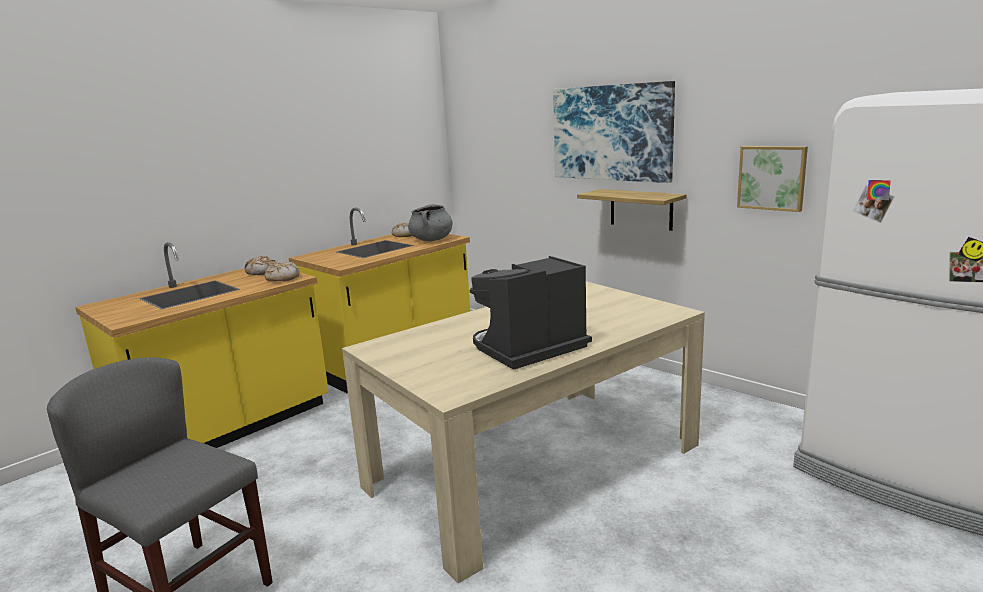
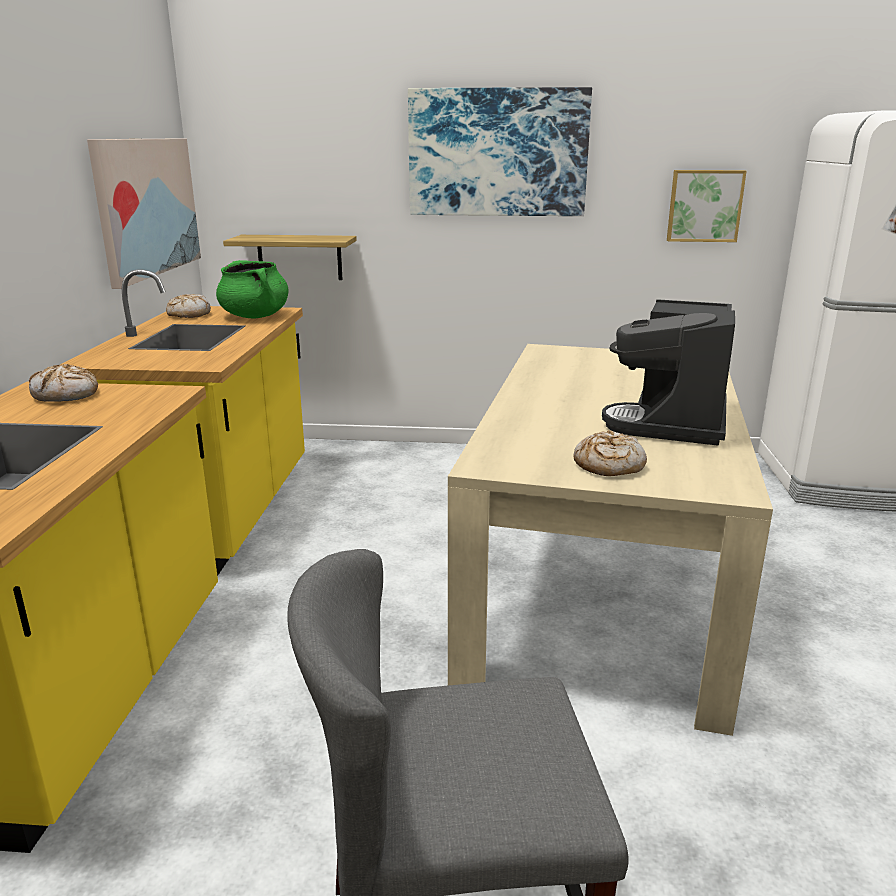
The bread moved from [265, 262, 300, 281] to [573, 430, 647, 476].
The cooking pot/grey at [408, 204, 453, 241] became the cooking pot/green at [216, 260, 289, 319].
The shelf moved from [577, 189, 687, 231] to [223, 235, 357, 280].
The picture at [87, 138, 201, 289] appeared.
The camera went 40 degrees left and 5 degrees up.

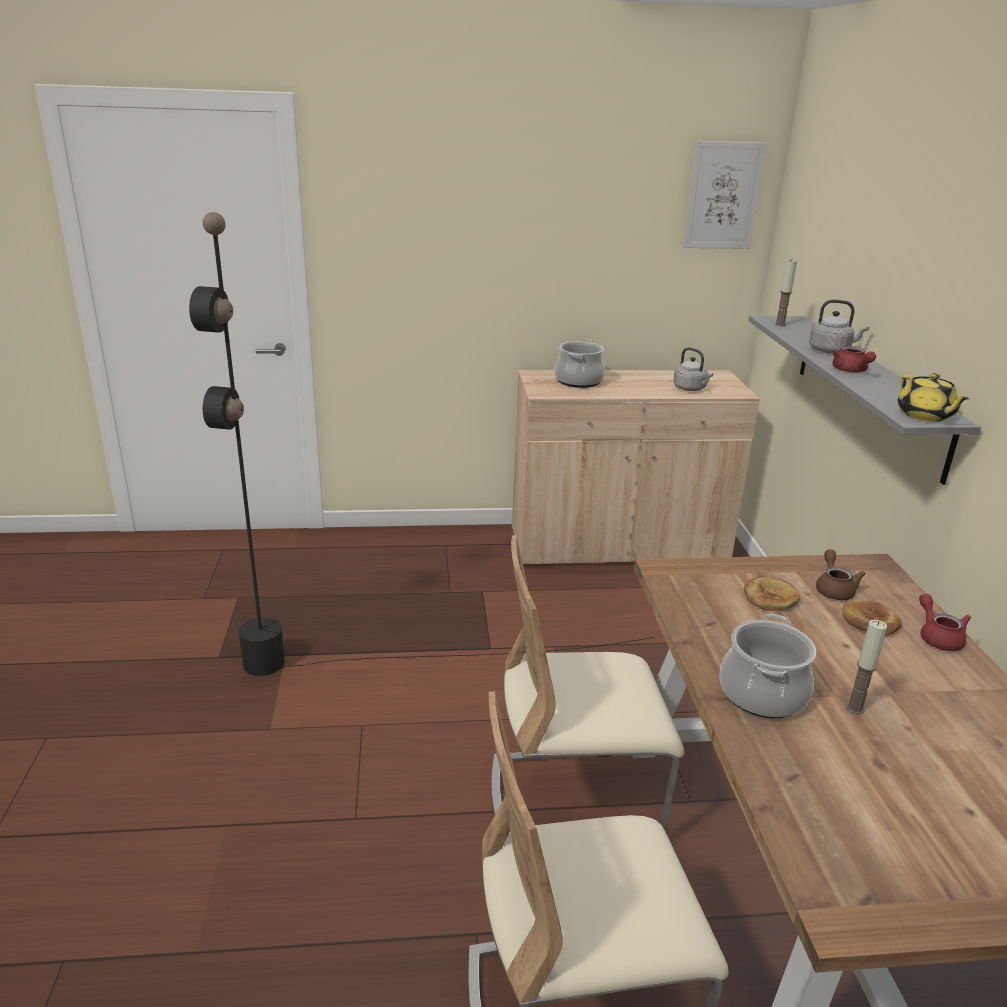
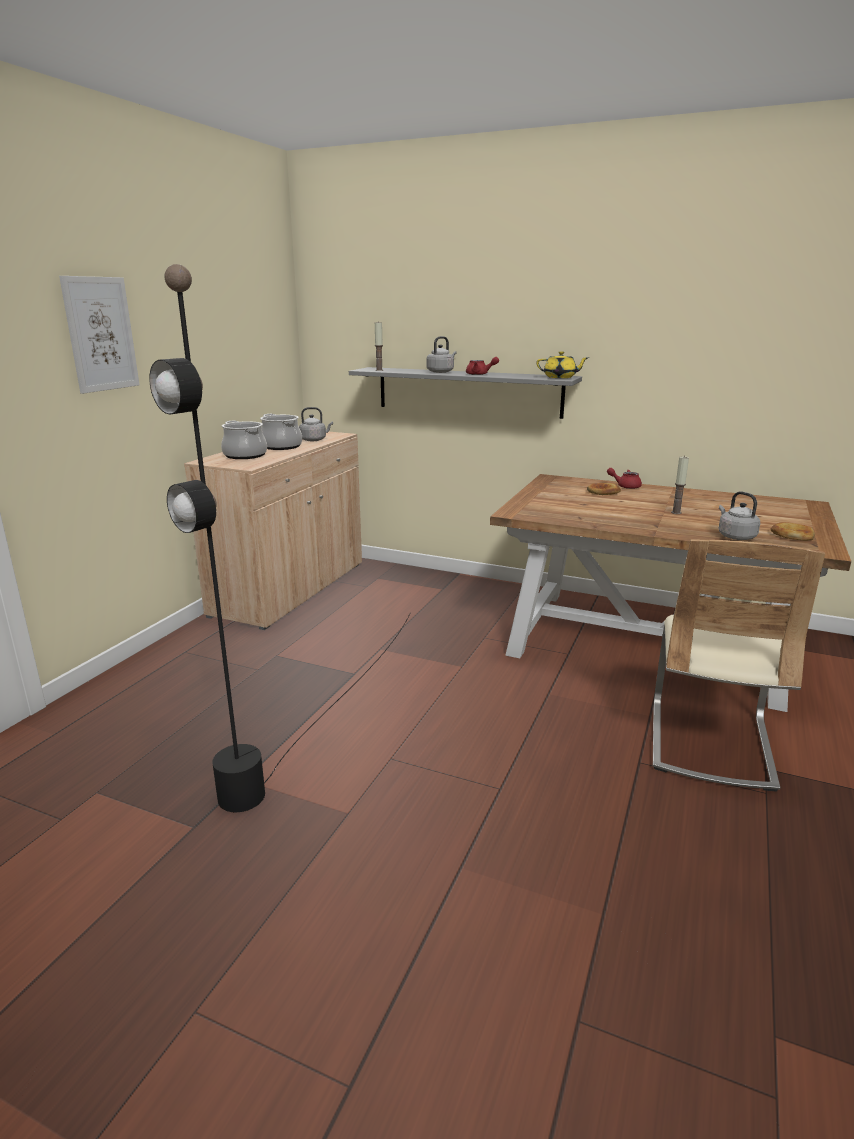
The chair/beige at [491, 535, 684, 831] disappeared.
The picture moved from [683, 141, 767, 249] to [59, 276, 140, 394].
The cooking pot moved from [719, 613, 816, 718] to [260, 414, 302, 450].
The bread moved from [744, 576, 800, 611] to [770, 522, 815, 540].
The teapot/brown at [816, 549, 866, 600] disappeared.
The kettle/grey at [719, 491, 760, 540] appeared.
The camera went 60 degrees left and 5 degrees down.

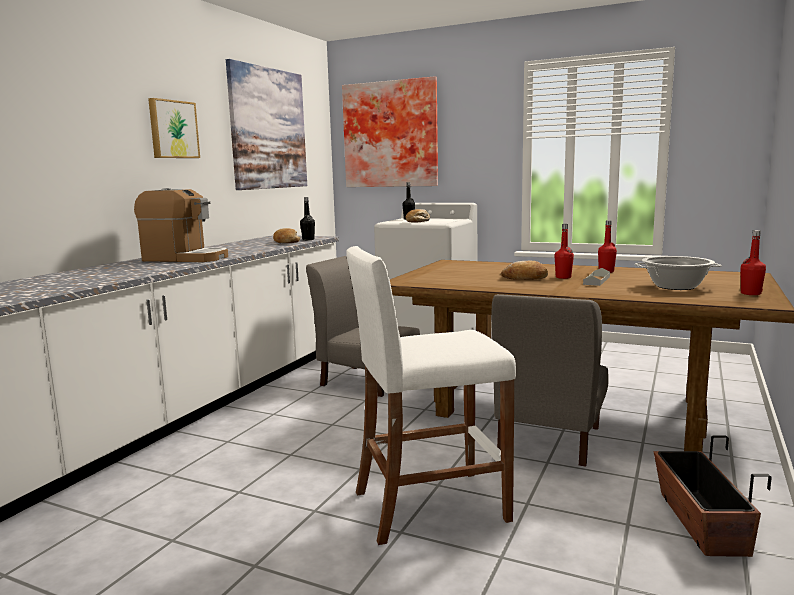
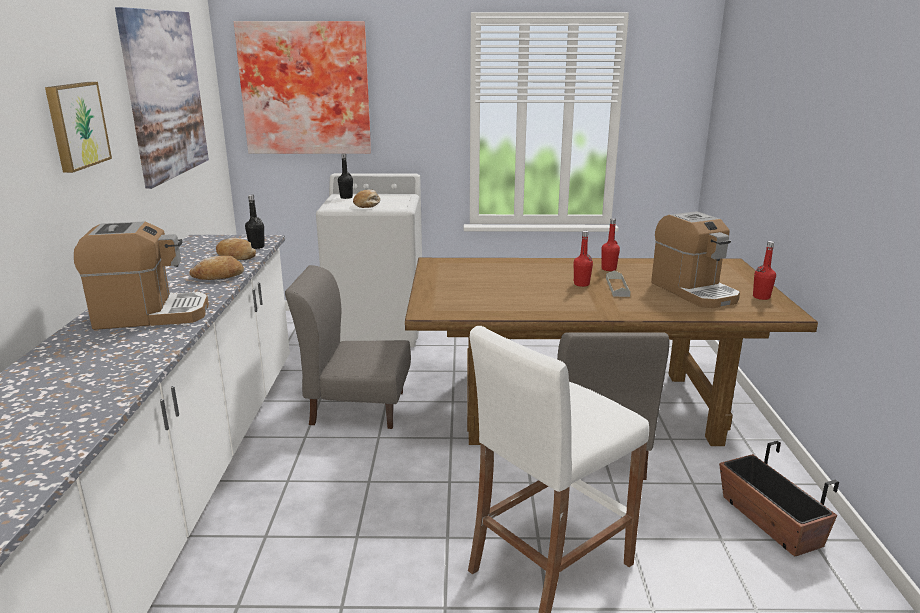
The bread moved from [501, 260, 548, 280] to [189, 255, 244, 280].
The cooking pot at [635, 256, 722, 290] was replaced by the coffee machine at [651, 211, 740, 308].
The camera went 25 degrees left and 10 degrees up.

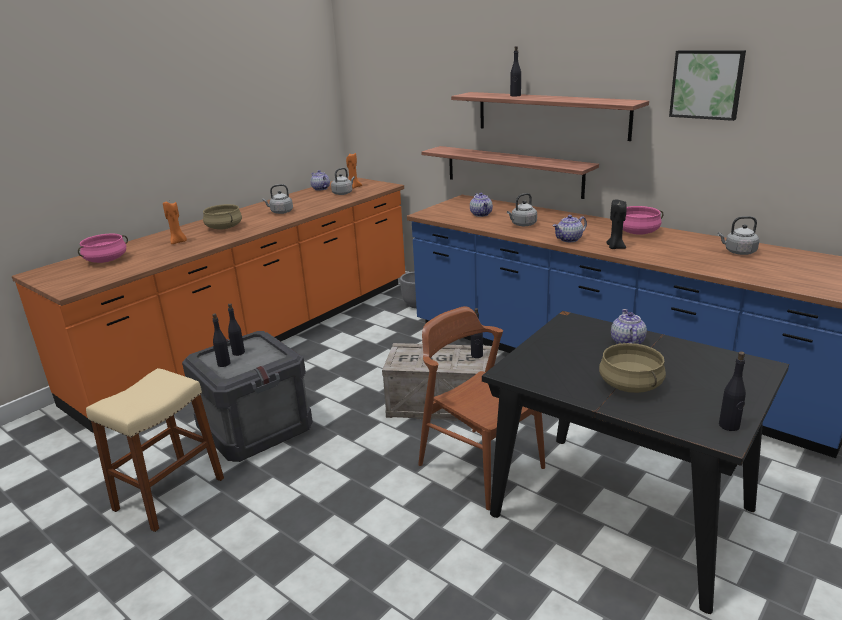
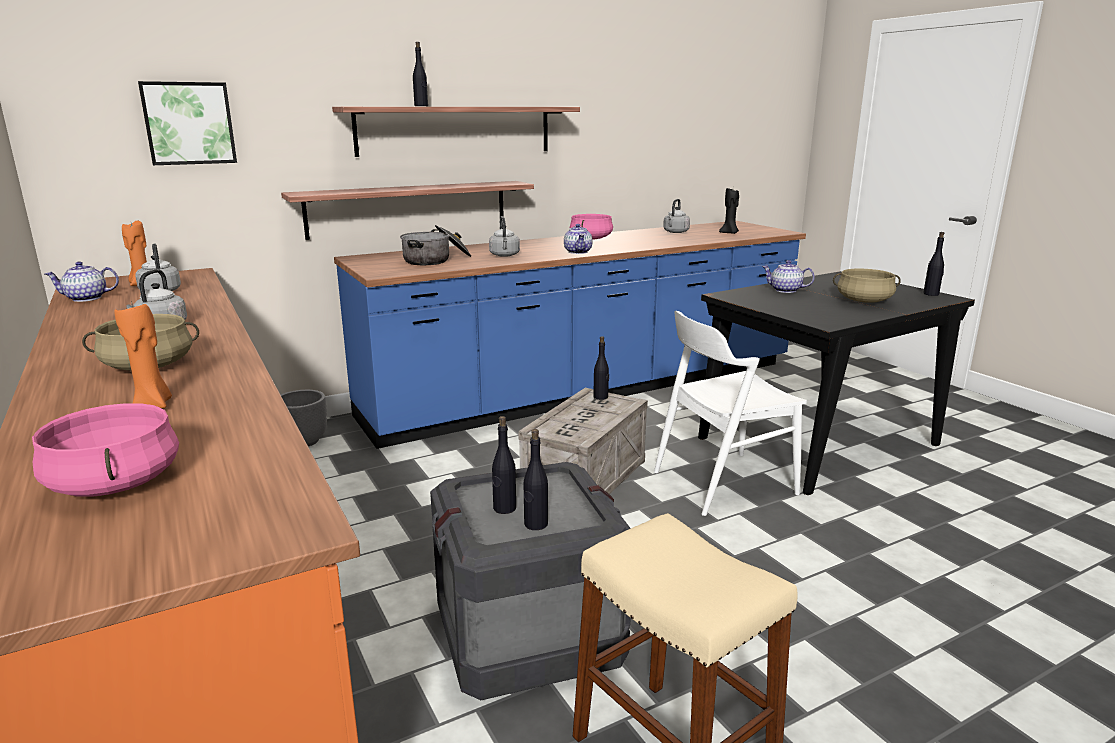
The chair/brown at [418, 306, 545, 510] became the chair/white at [654, 311, 807, 516].
The teapot at [470, 193, 493, 217] was replaced by the cooking pot at [400, 225, 471, 265].
The candle/black moved from [606, 199, 627, 249] to [719, 188, 739, 234].
The picture moved from [669, 50, 746, 121] to [138, 81, 237, 165].
The camera went 70 degrees left and 5 degrees down.

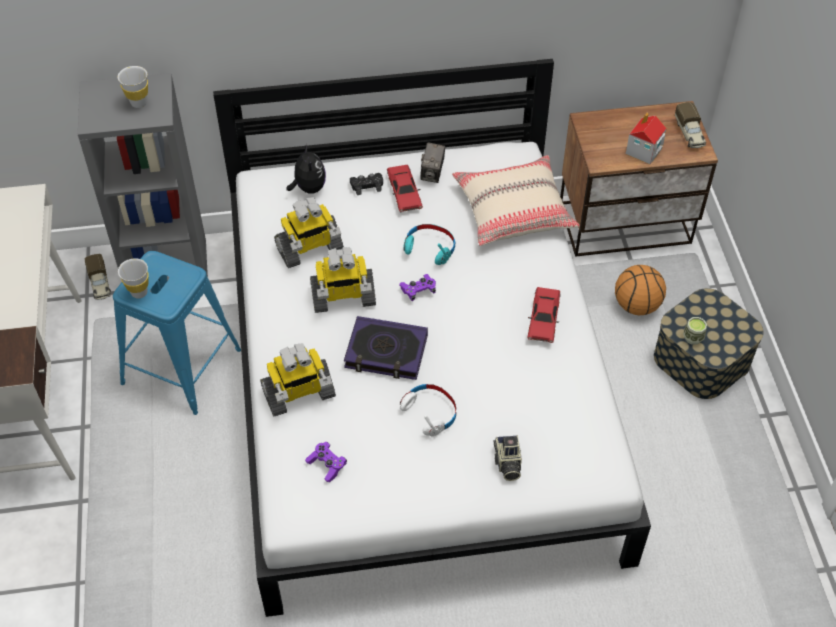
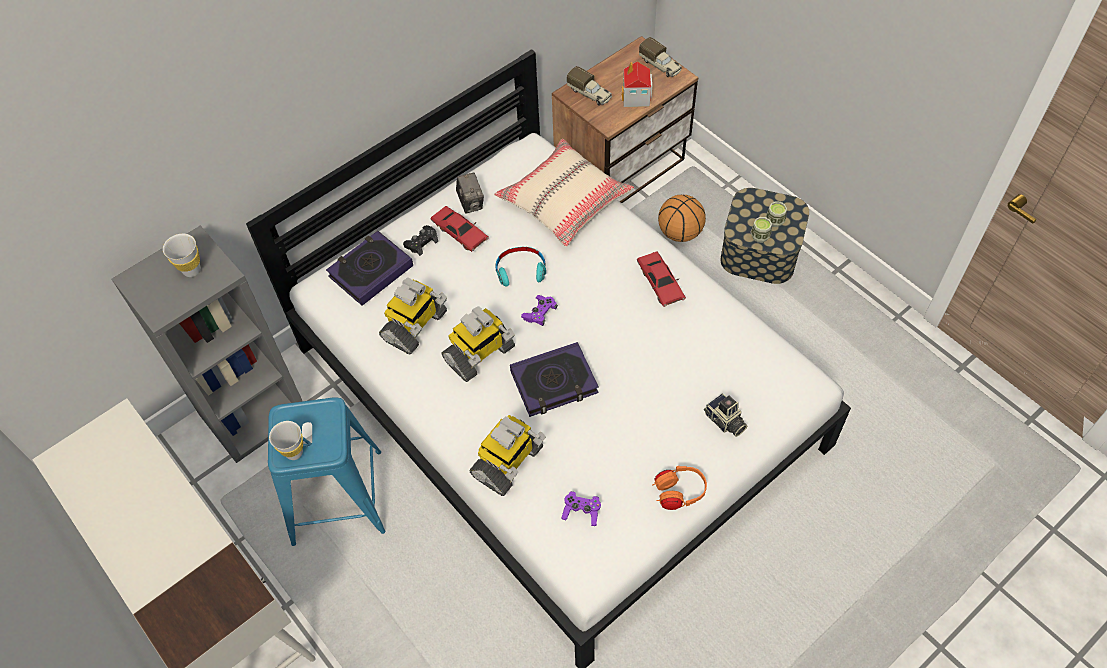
The toy truck moved from [85, 254, 111, 300] to [567, 66, 612, 105].
The plush toy at [286, 144, 326, 194] was replaced by the book at [326, 231, 413, 306].
The headphones/white at [400, 384, 457, 436] disappeared.
The headphones/orange at [652, 466, 707, 510] appeared.
The cup at [765, 201, 787, 227] appeared.
The camera went 30 degrees left and 5 degrees up.

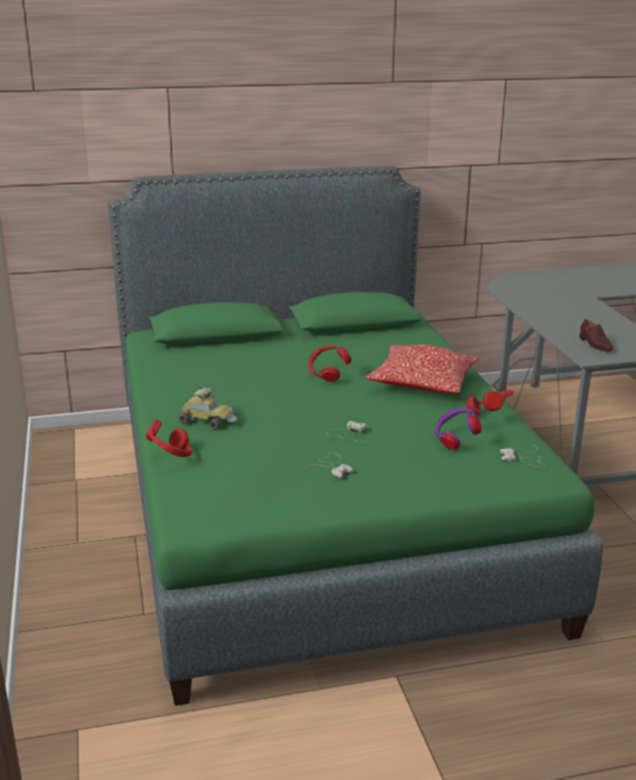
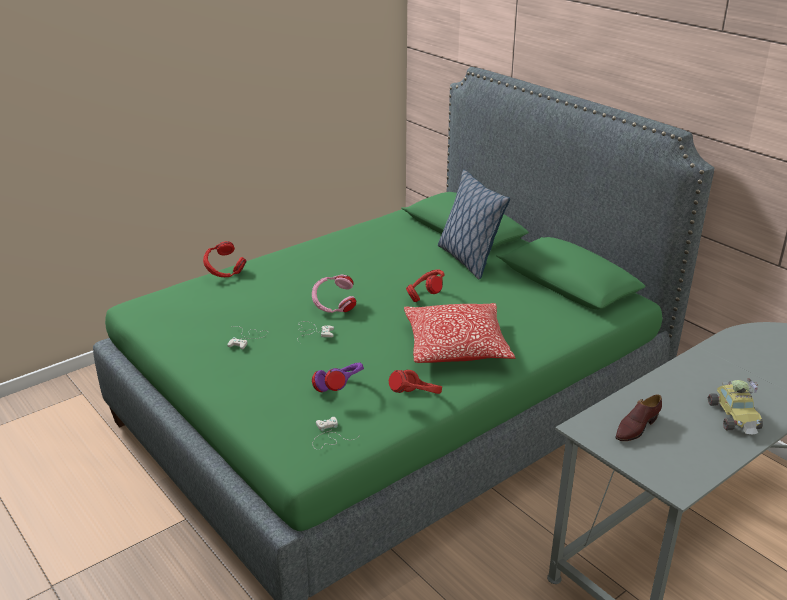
The toy car moved from [179, 387, 237, 430] to [708, 378, 763, 434].
The headphones/pink at [312, 275, 356, 313] appeared.
The pillow at [438, 170, 510, 279] appeared.
The camera went 65 degrees right and 5 degrees up.

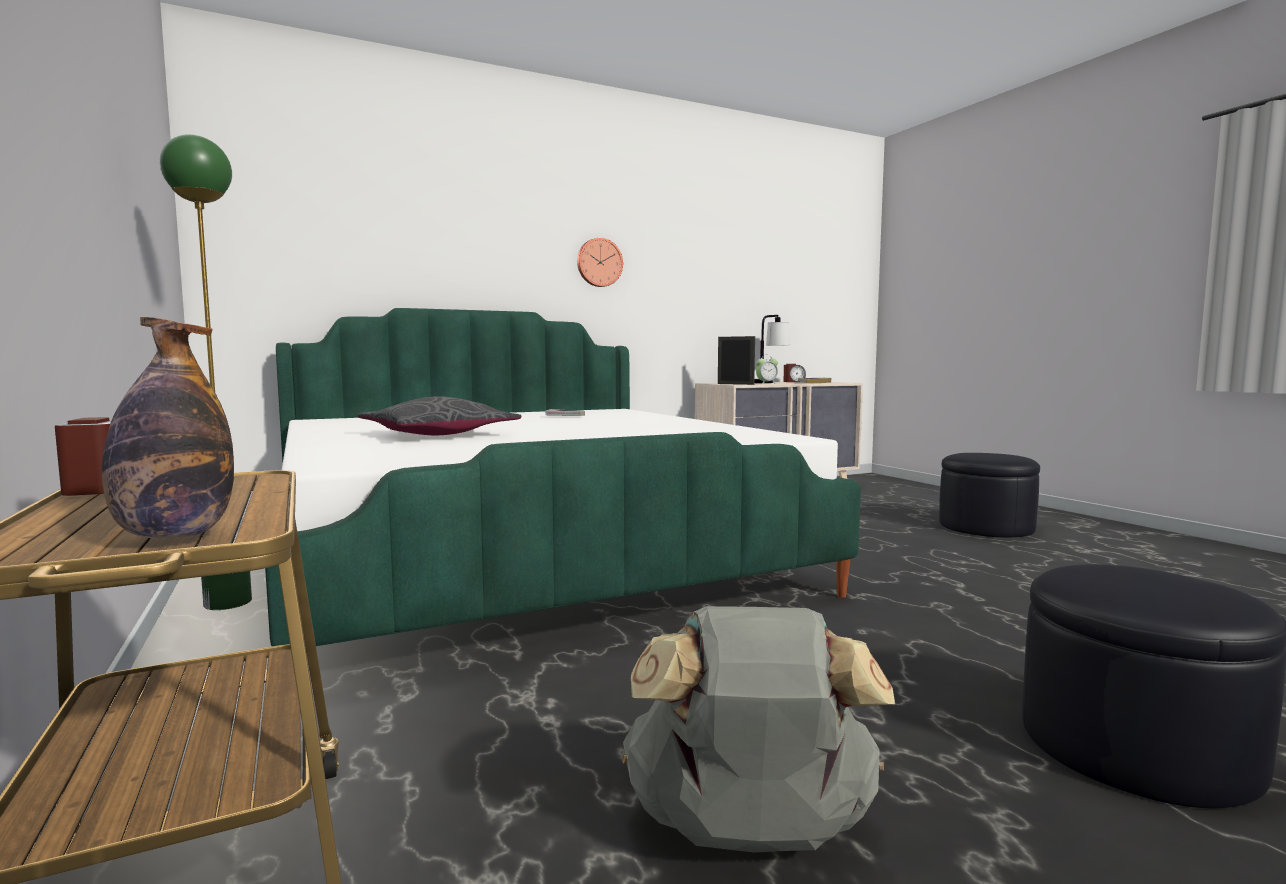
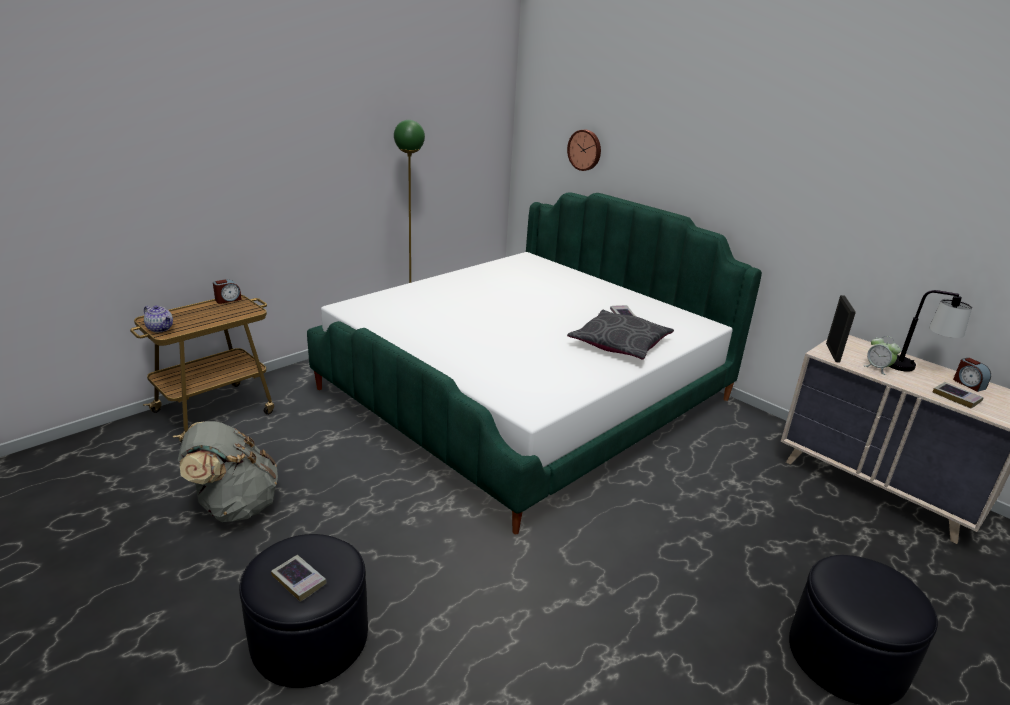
The bottle at [102, 317, 234, 539] was replaced by the teapot at [144, 305, 173, 333].
The pillow/grey moved from [357, 396, 521, 435] to [567, 310, 674, 360].
The wall clock moved from [577, 238, 623, 287] to [567, 130, 601, 171].
The book at [271, 555, 327, 602] appeared.
The camera went 70 degrees right and 20 degrees up.

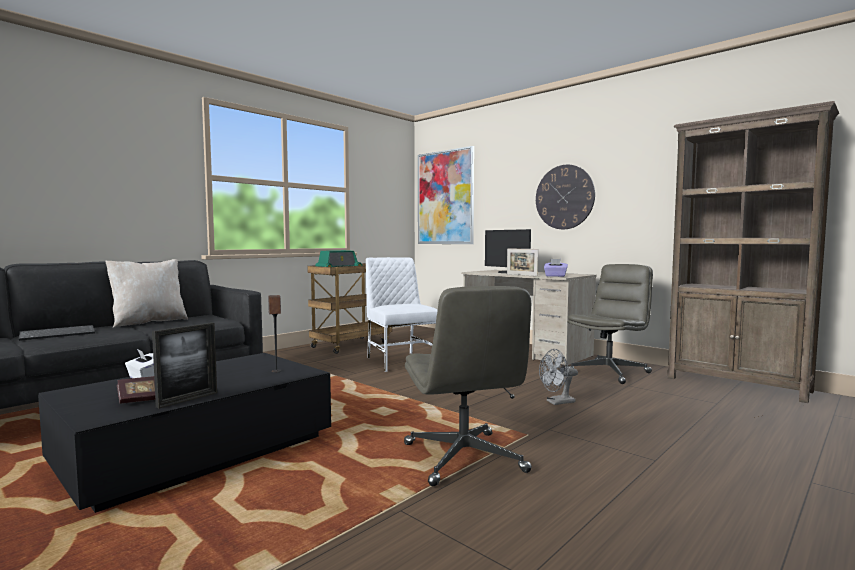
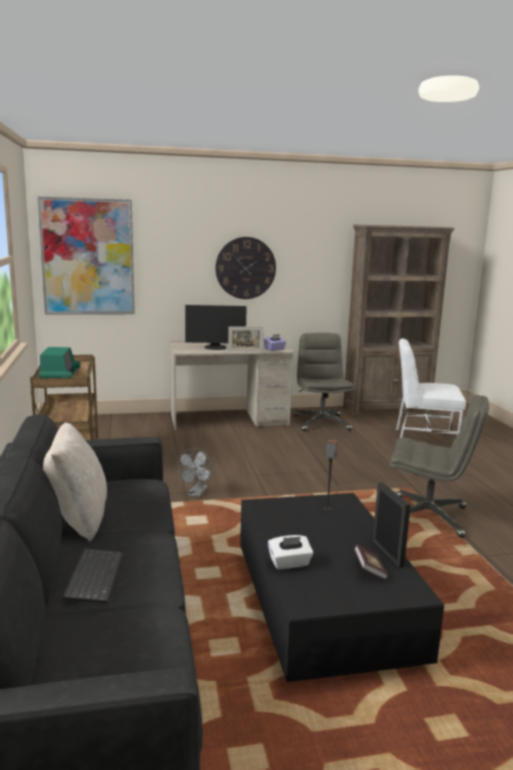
The chair/white moved from [366, 257, 438, 372] to [396, 339, 466, 438].
The fan/grey moved from [539, 349, 578, 405] to [177, 448, 213, 497].
The camera went 55 degrees left and 10 degrees up.

